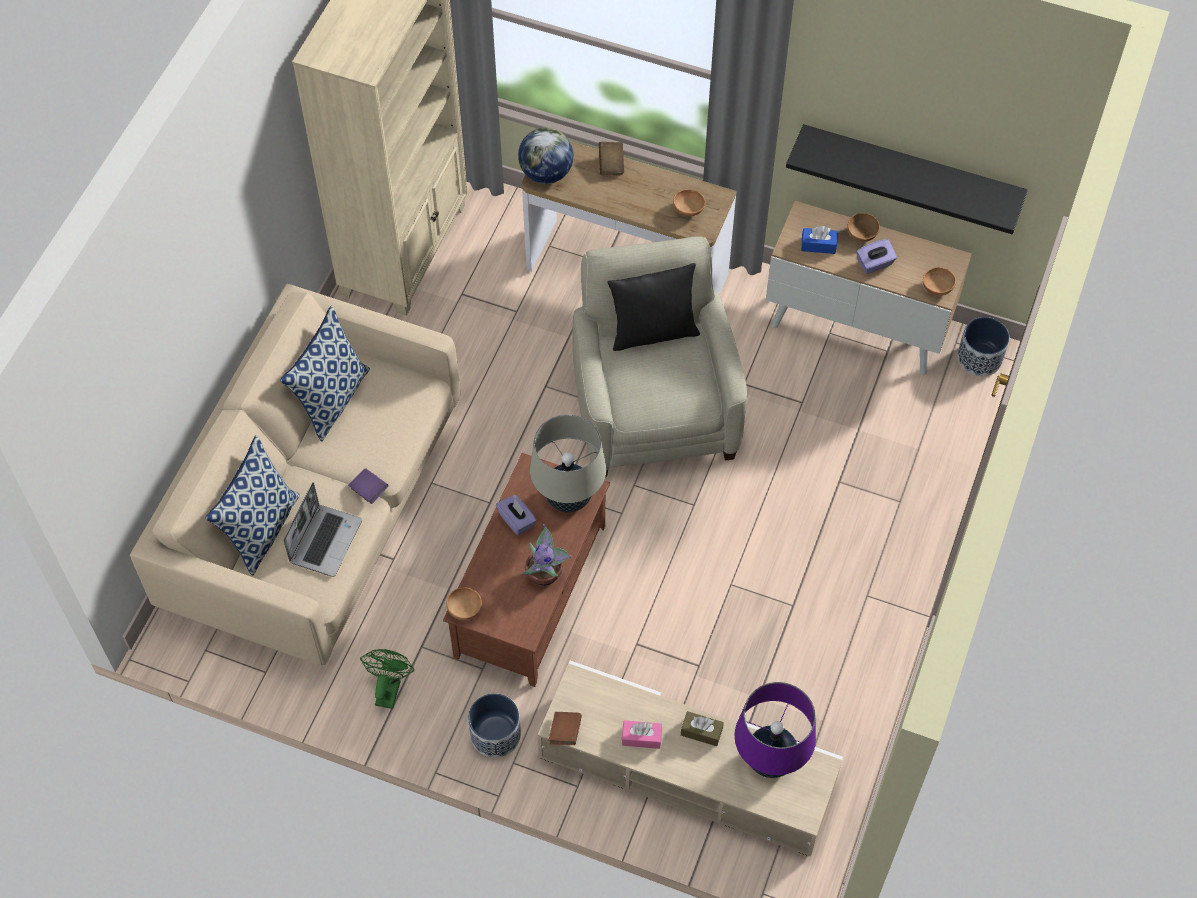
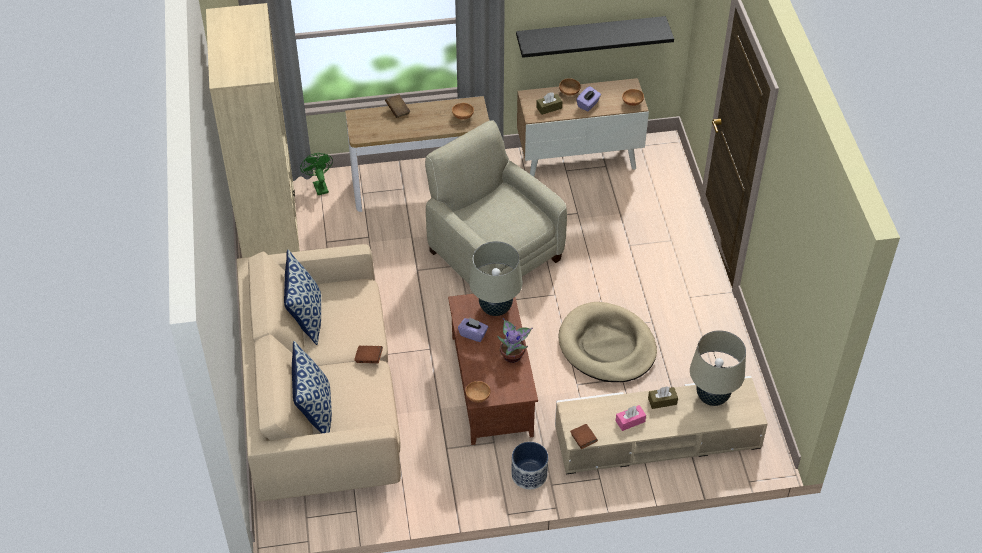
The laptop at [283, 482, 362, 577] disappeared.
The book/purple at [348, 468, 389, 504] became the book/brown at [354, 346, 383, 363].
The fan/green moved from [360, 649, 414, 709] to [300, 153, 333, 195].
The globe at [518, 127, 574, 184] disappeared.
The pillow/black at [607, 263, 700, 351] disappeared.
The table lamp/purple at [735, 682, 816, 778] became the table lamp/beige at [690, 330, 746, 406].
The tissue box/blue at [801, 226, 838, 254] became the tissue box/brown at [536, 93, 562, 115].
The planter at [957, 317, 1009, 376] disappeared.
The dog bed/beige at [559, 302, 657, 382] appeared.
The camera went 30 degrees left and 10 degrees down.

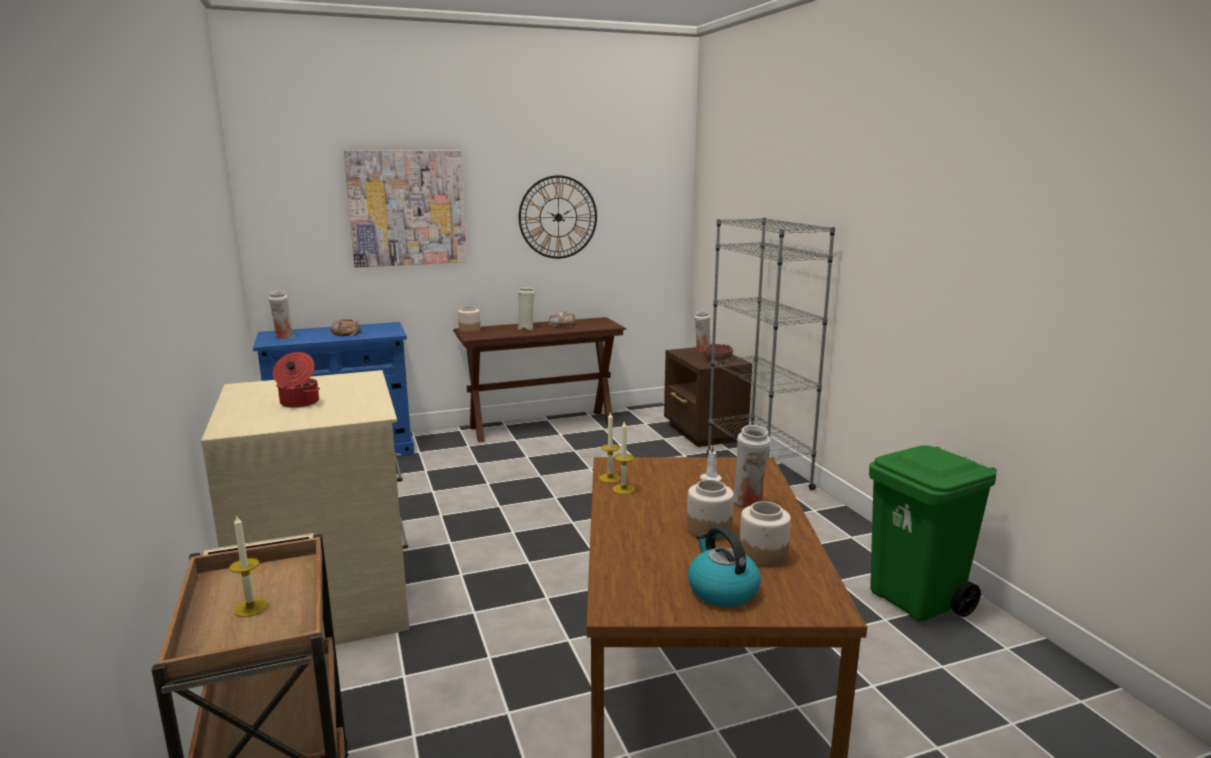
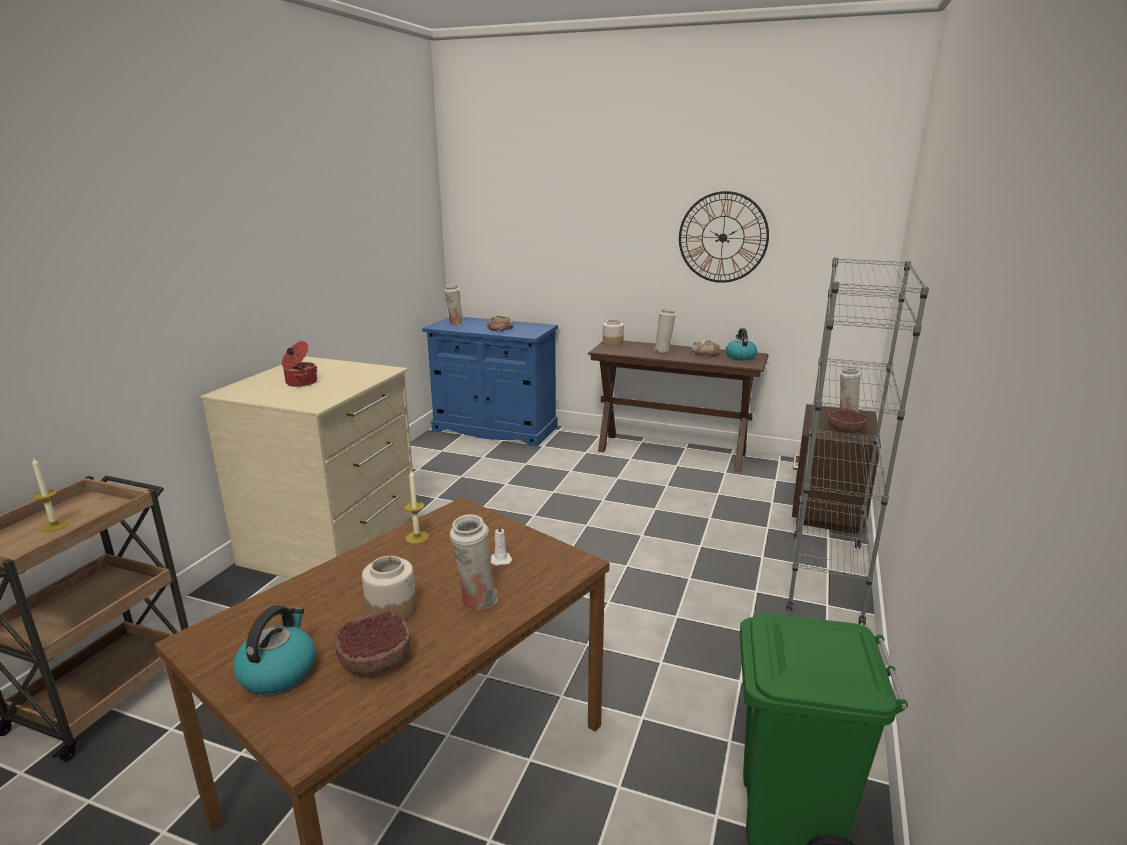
The picture at [344, 150, 467, 267] disappeared.
The candle at [600, 411, 621, 483] disappeared.
The jar at [740, 501, 791, 568] was replaced by the bowl at [334, 611, 410, 675].
The kettle at [726, 328, 757, 361] appeared.
The camera went 40 degrees right and 5 degrees up.

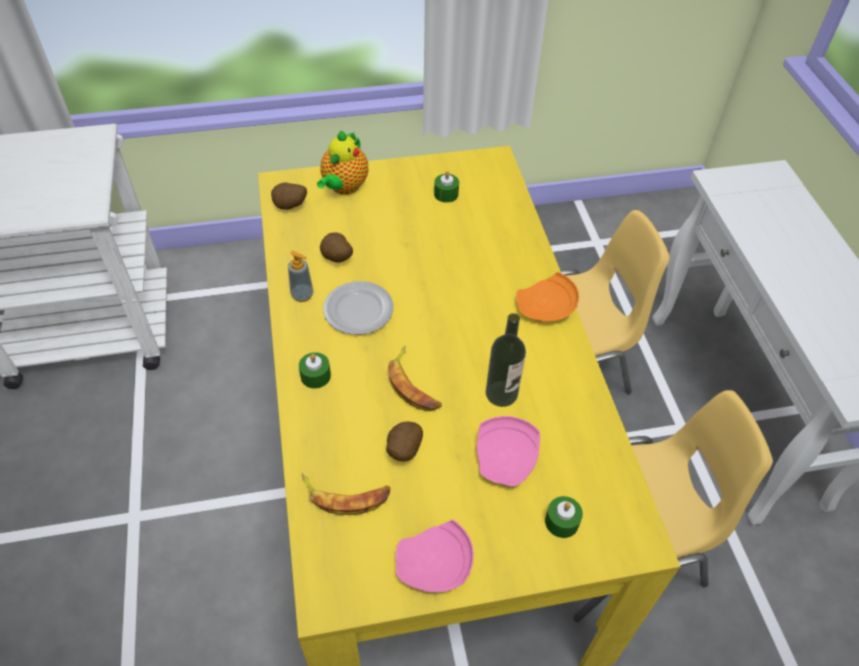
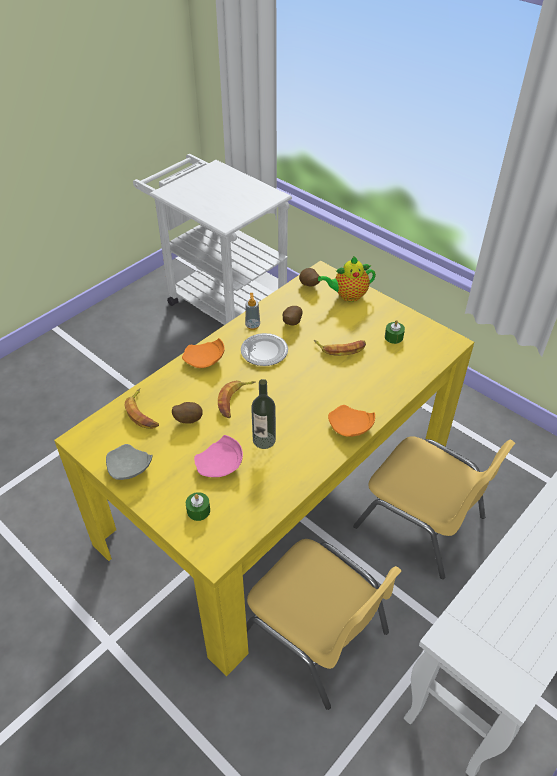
The candle/green at [299, 352, 331, 389] was replaced by the plate/orange at [182, 338, 225, 368].
The plate/pink at [395, 519, 474, 593] became the plate/grey at [106, 444, 153, 480].
The banana at [314, 340, 366, 356] appeared.
The camera went 55 degrees right and 5 degrees down.

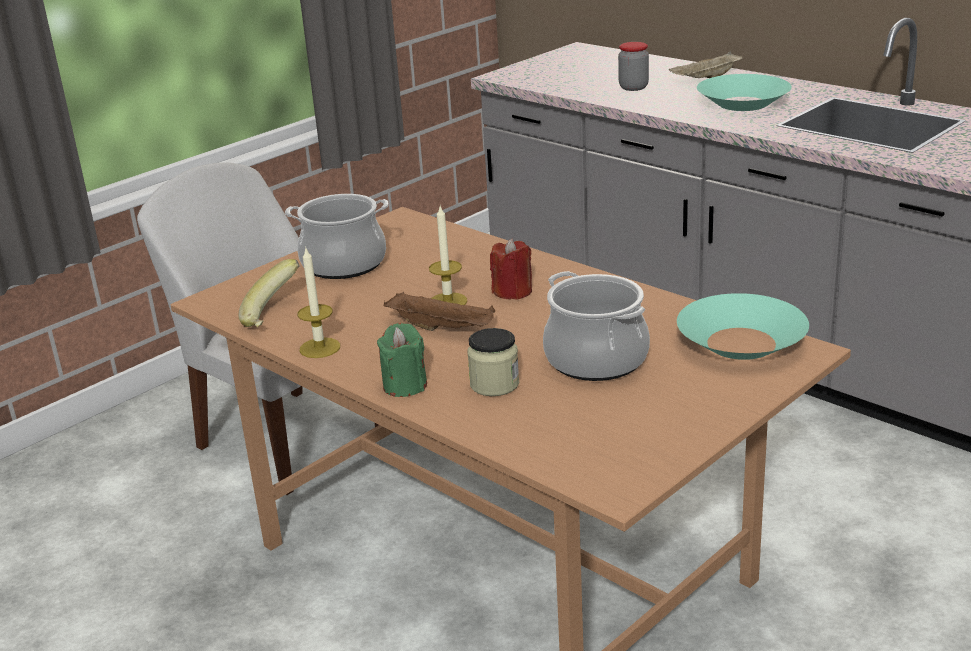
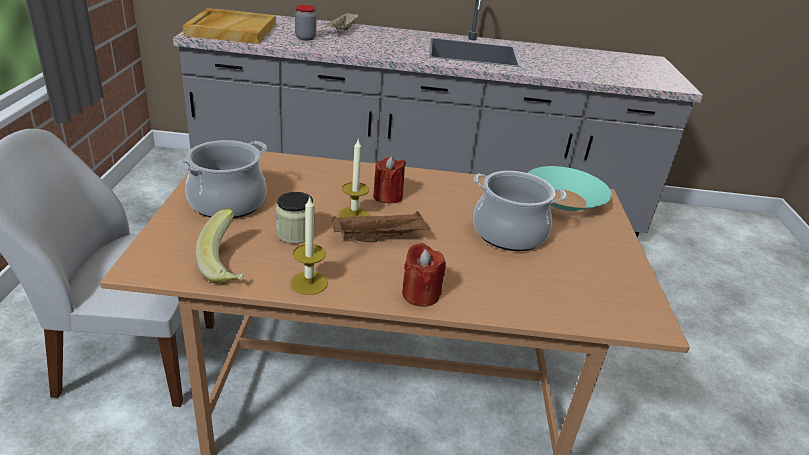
The candle/green at [377, 323, 427, 397] became the candle/red at [402, 243, 446, 307].
The jar moved from [467, 328, 519, 396] to [276, 192, 315, 244].
The bowl/turquoise at [697, 74, 792, 111] disappeared.
The tray/beige at [183, 8, 276, 44] appeared.
The camera went 45 degrees left and 5 degrees up.

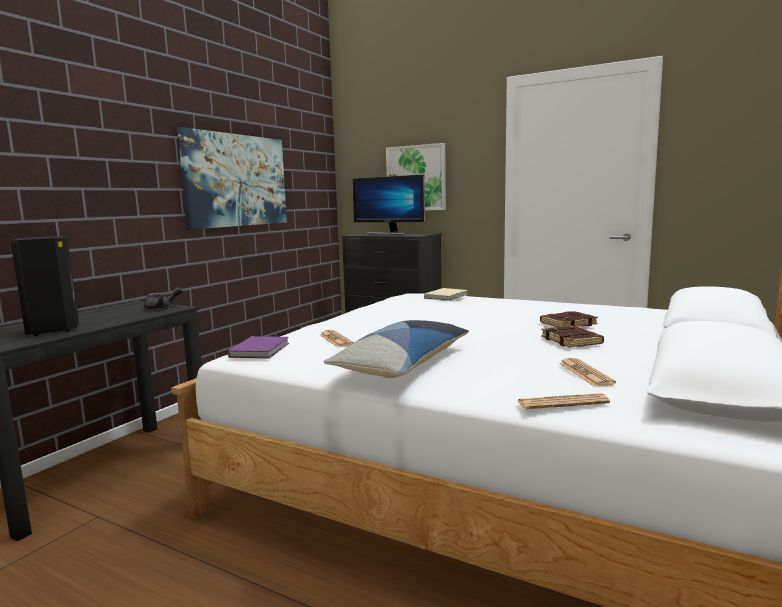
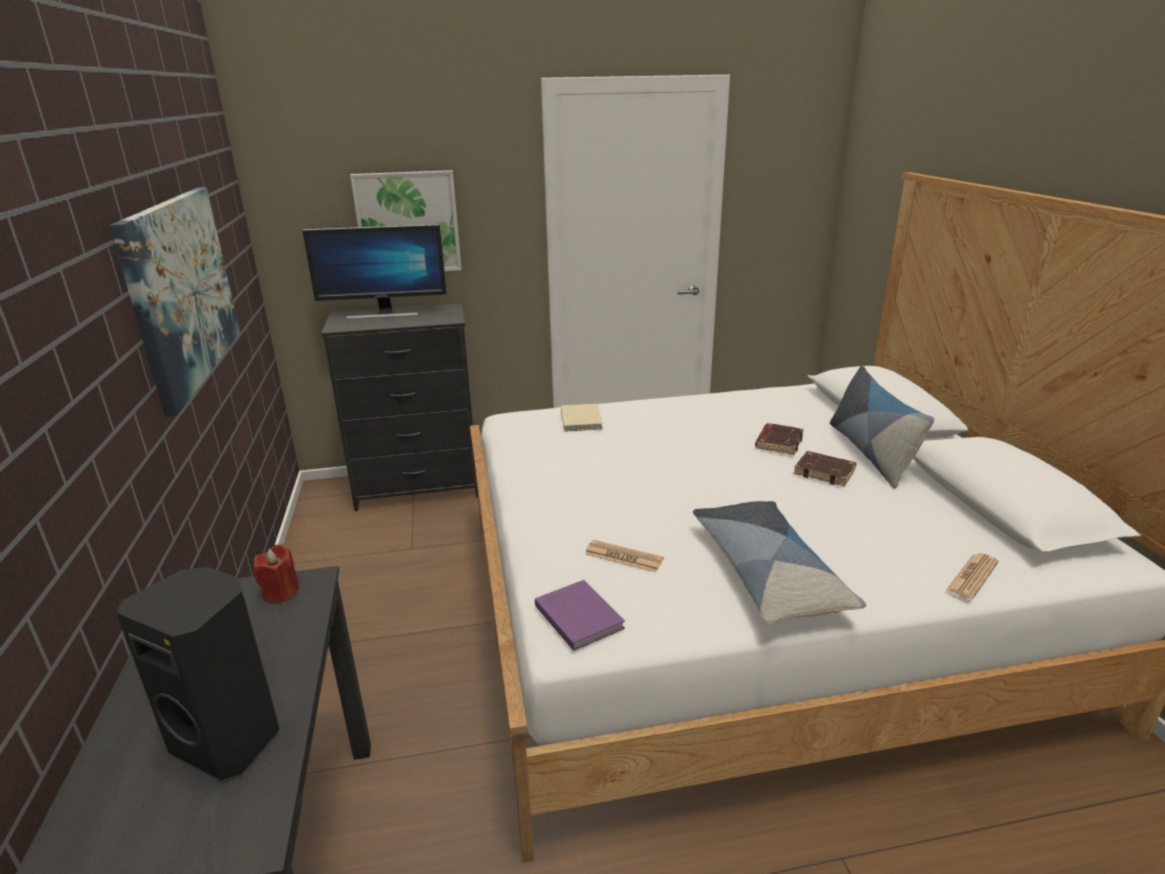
The teapot/grey at [144, 287, 182, 310] was replaced by the candle/red at [254, 544, 299, 603].
The newspaper at [559, 358, 616, 386] disappeared.
The pillow at [830, 365, 934, 488] appeared.
The camera went 40 degrees left and 15 degrees up.

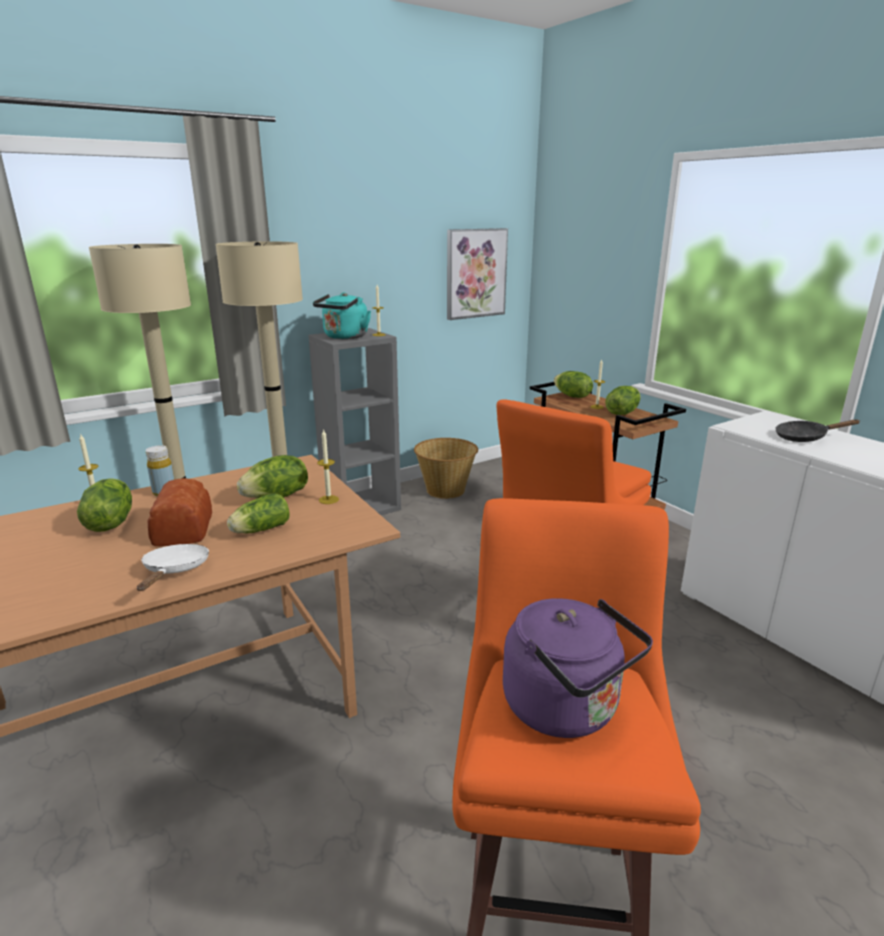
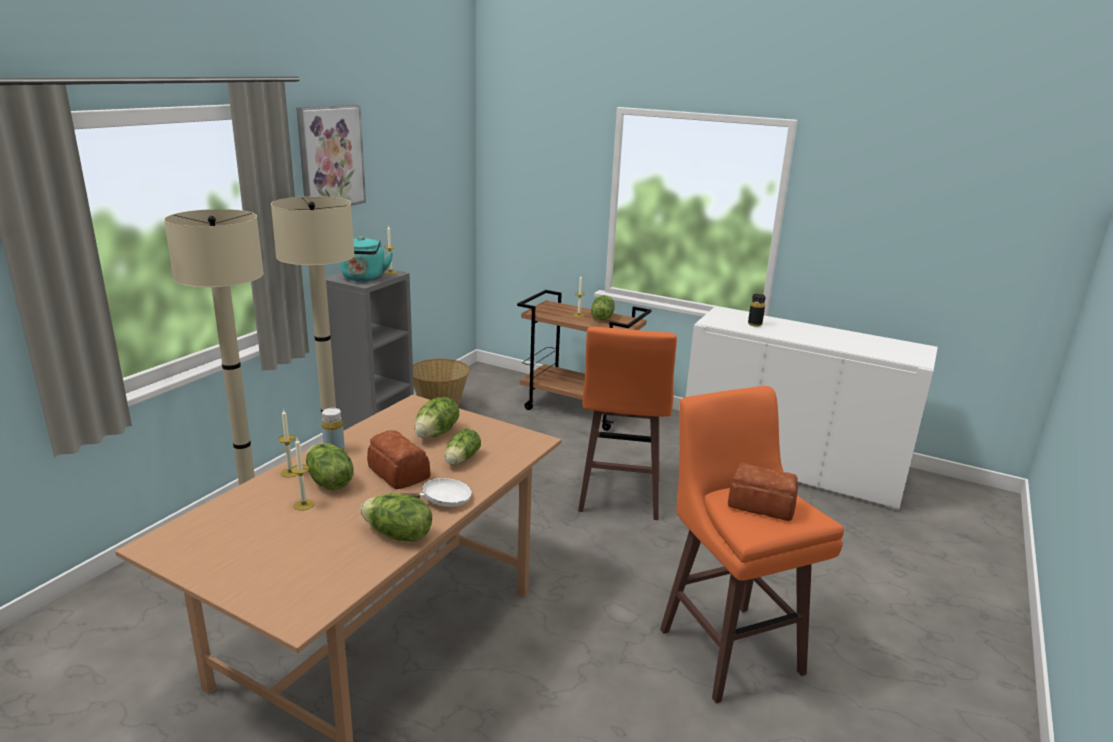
The frying pan/white at [137, 544, 209, 591] turned 90 degrees clockwise.
The candle moved from [317, 429, 339, 504] to [291, 438, 314, 510].
The picture moved from [447, 228, 508, 320] to [296, 105, 366, 206].
The kettle/purple at [503, 598, 653, 738] was replaced by the bread at [728, 463, 798, 521].
The lettuce moved from [554, 371, 593, 398] to [360, 493, 432, 542].
The frying pan/black at [775, 419, 860, 442] was replaced by the bottle/black at [748, 294, 766, 327].
The camera went 30 degrees left and 0 degrees up.

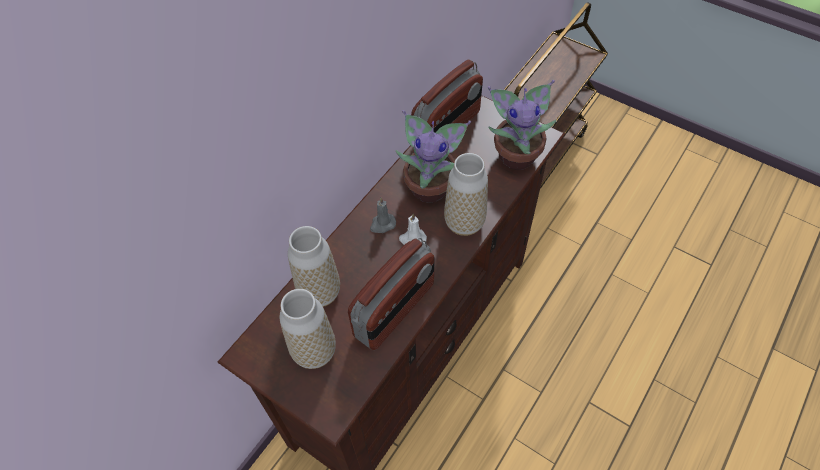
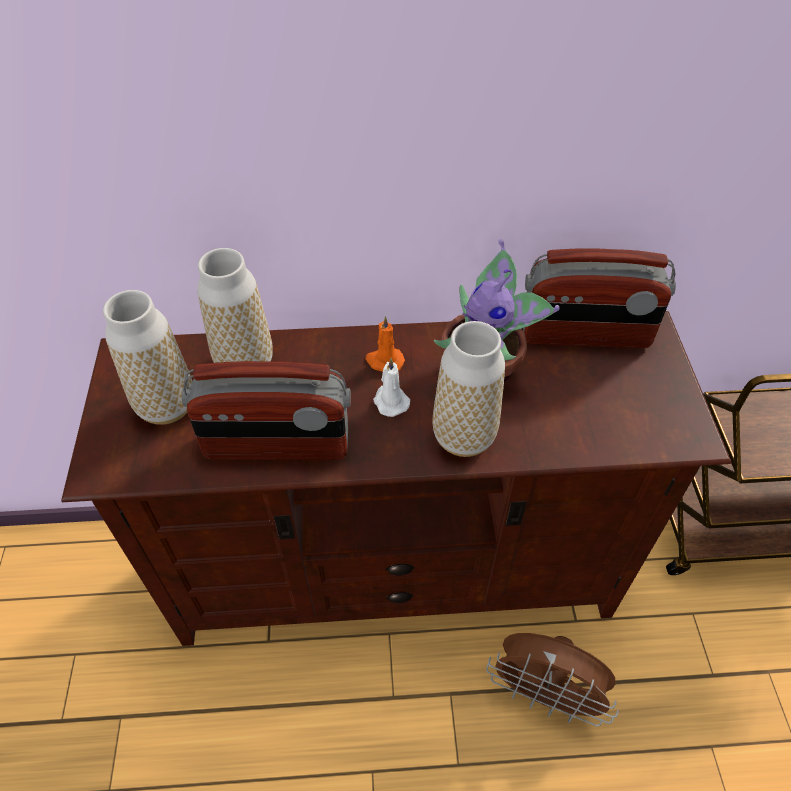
The candle/grey at [370, 198, 396, 233] became the candle/orange at [366, 316, 405, 372].
The potted plant at [488, 80, 556, 170] disappeared.
The fan/brown at [486, 633, 619, 726] appeared.
The camera went 50 degrees right and 5 degrees down.

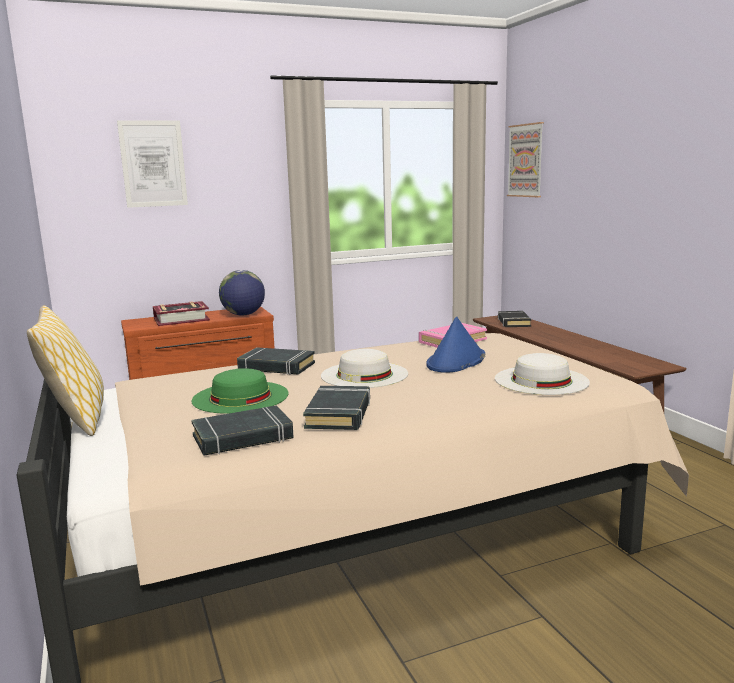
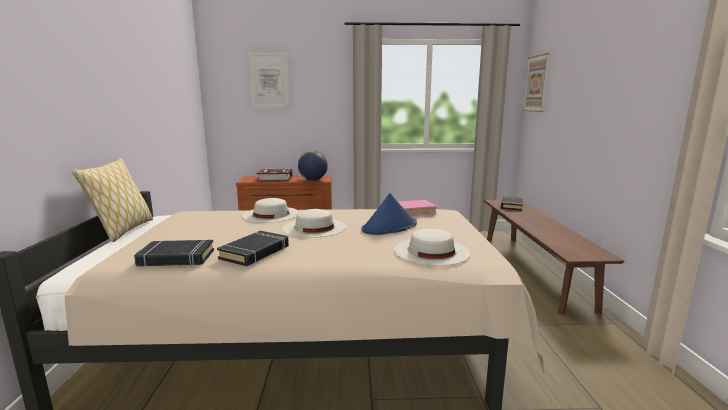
The hat/green at [192, 368, 289, 414] disappeared.
The book/black at [237, 347, 315, 375] was replaced by the hat/white at [242, 198, 299, 223].
The camera went 20 degrees right and 0 degrees up.

